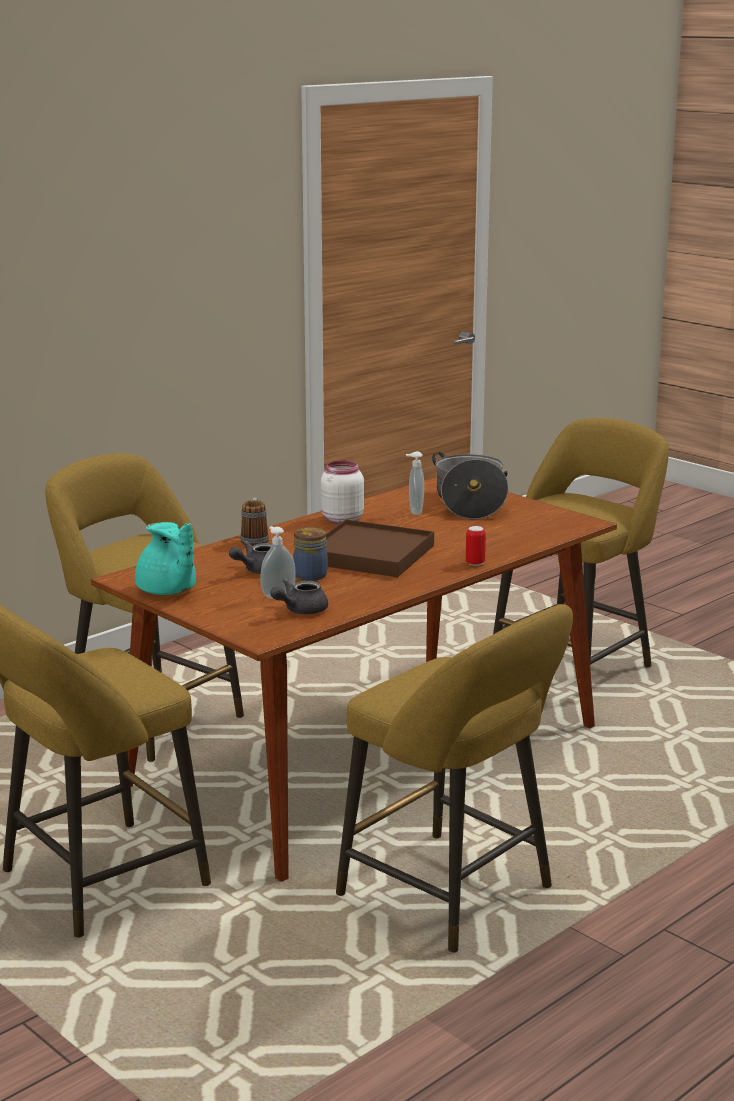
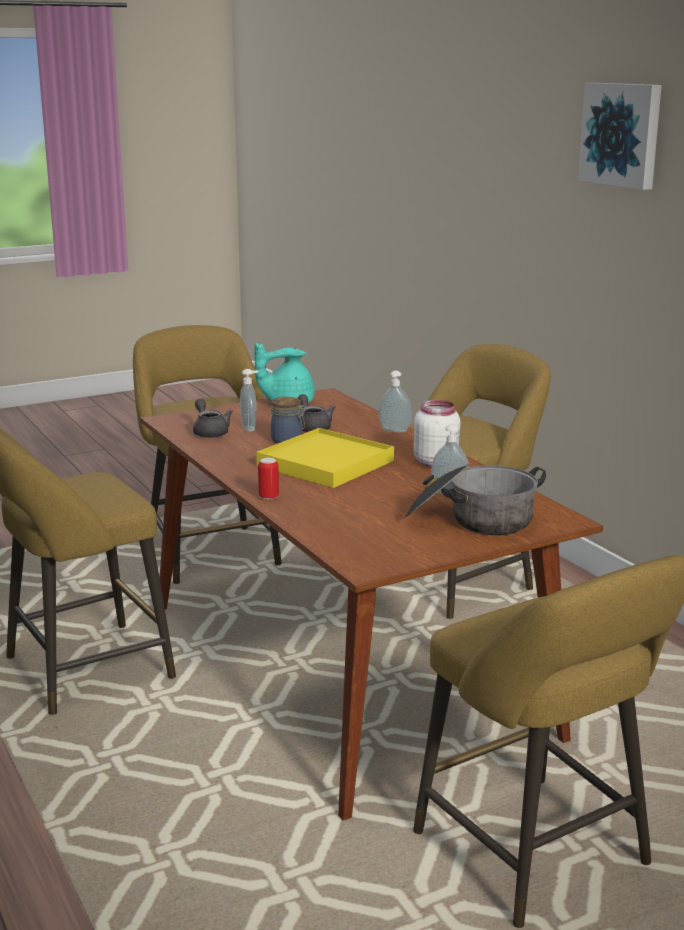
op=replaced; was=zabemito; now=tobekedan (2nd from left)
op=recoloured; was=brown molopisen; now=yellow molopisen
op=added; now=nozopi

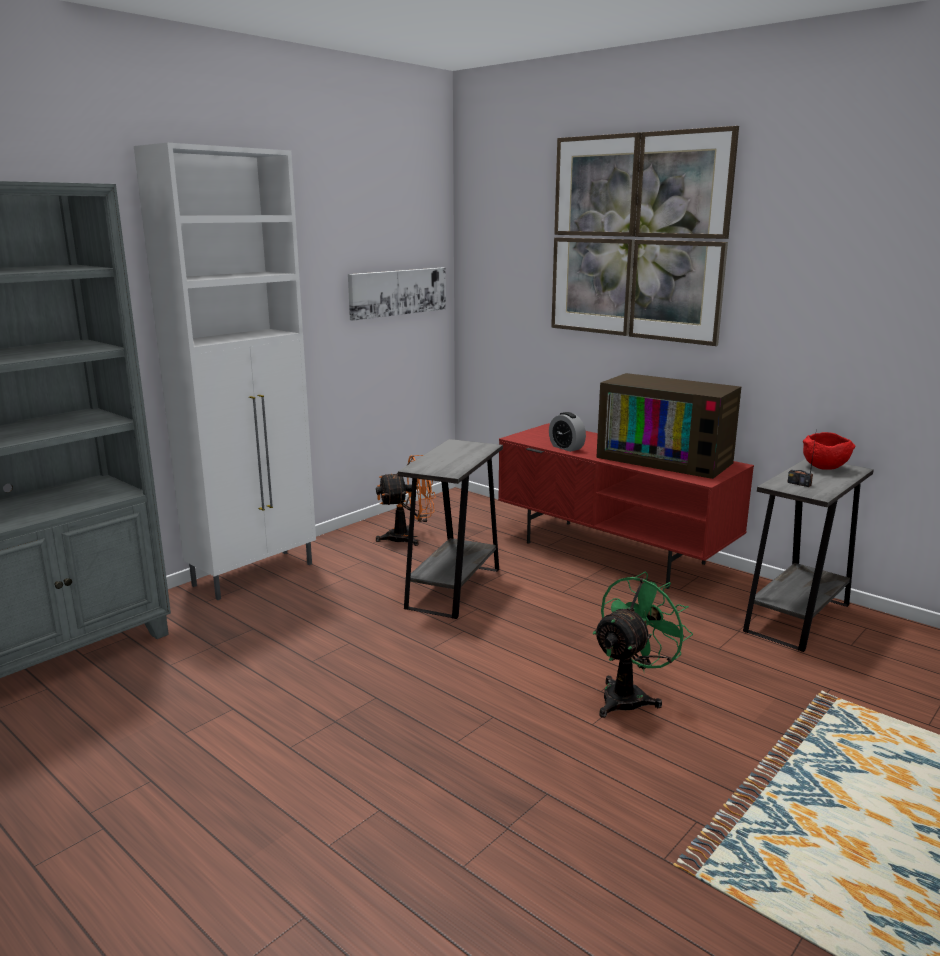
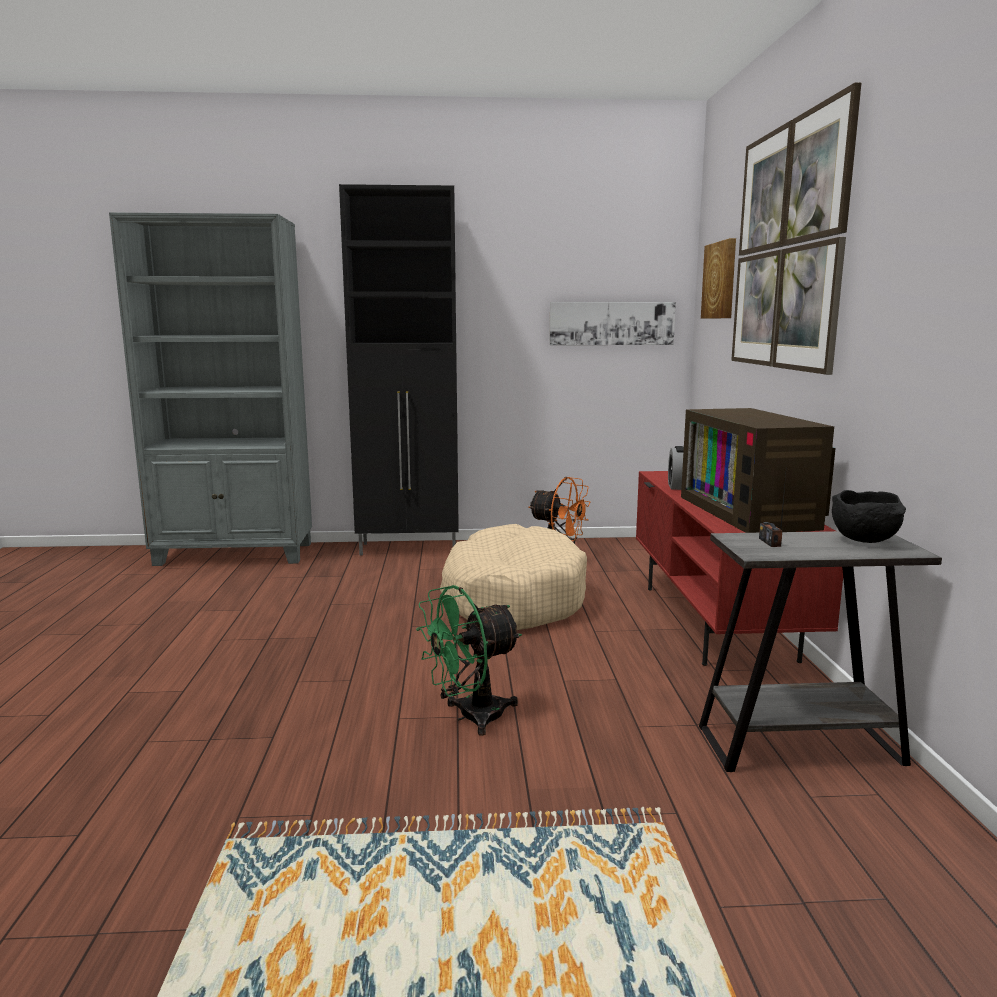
op=recoloured; was=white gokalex; now=black gokalex
op=recoloured; was=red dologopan; now=black dologopan
op=replaced; was=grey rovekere (1st from left); now=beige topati
op=turned; was=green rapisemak; clockwise=150
op=added; now=nozopi (2nd from left)

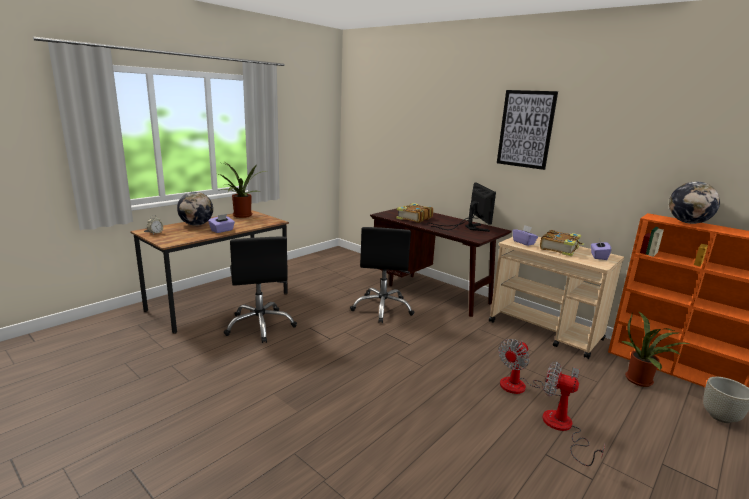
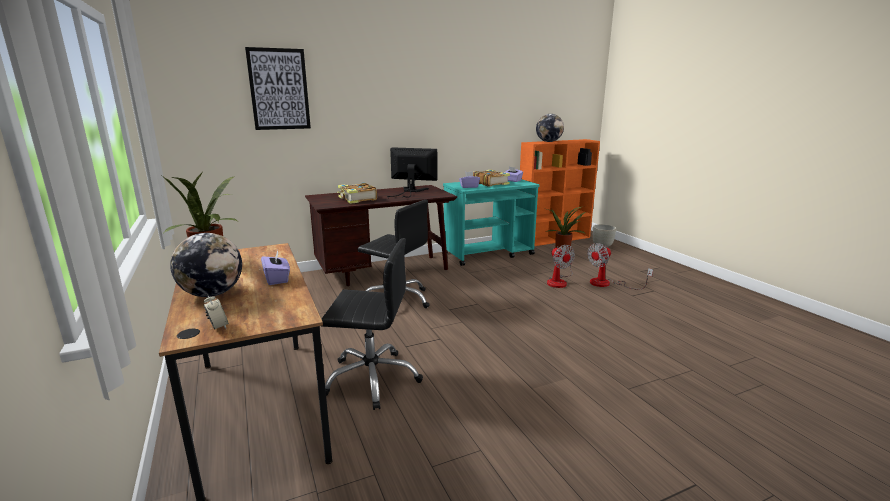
op=moved; was=nozopi
op=recoloured; was=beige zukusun; now=turquoise zukusun

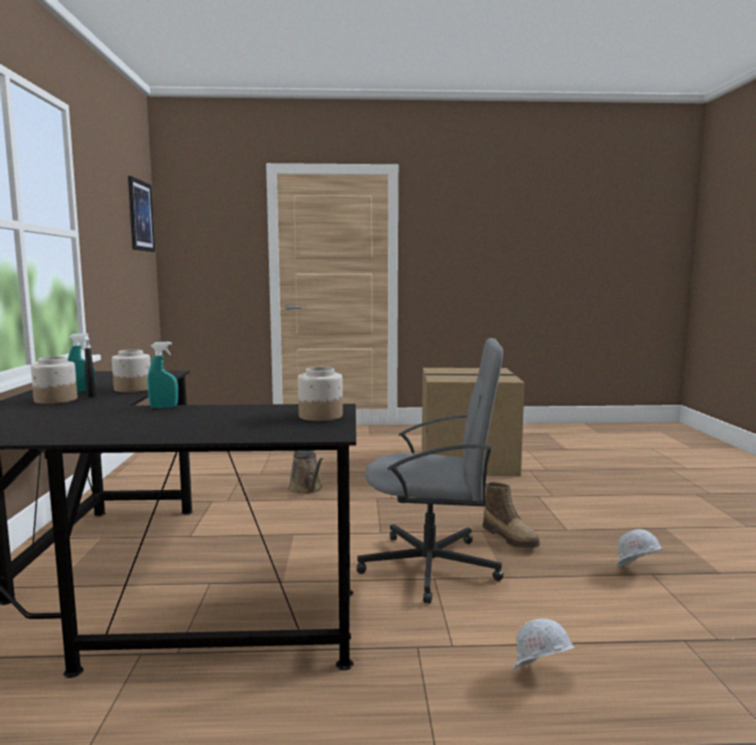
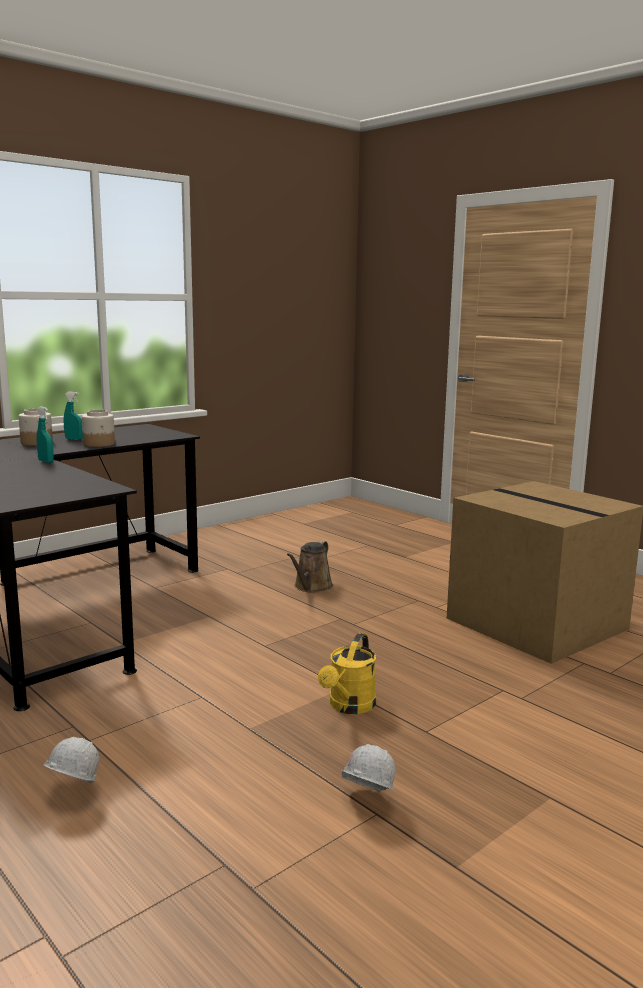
op=removed; was=nozopi
op=removed; was=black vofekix
op=removed; was=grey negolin
op=removed; was=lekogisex (3rd from left)
op=replaced; was=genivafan; now=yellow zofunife

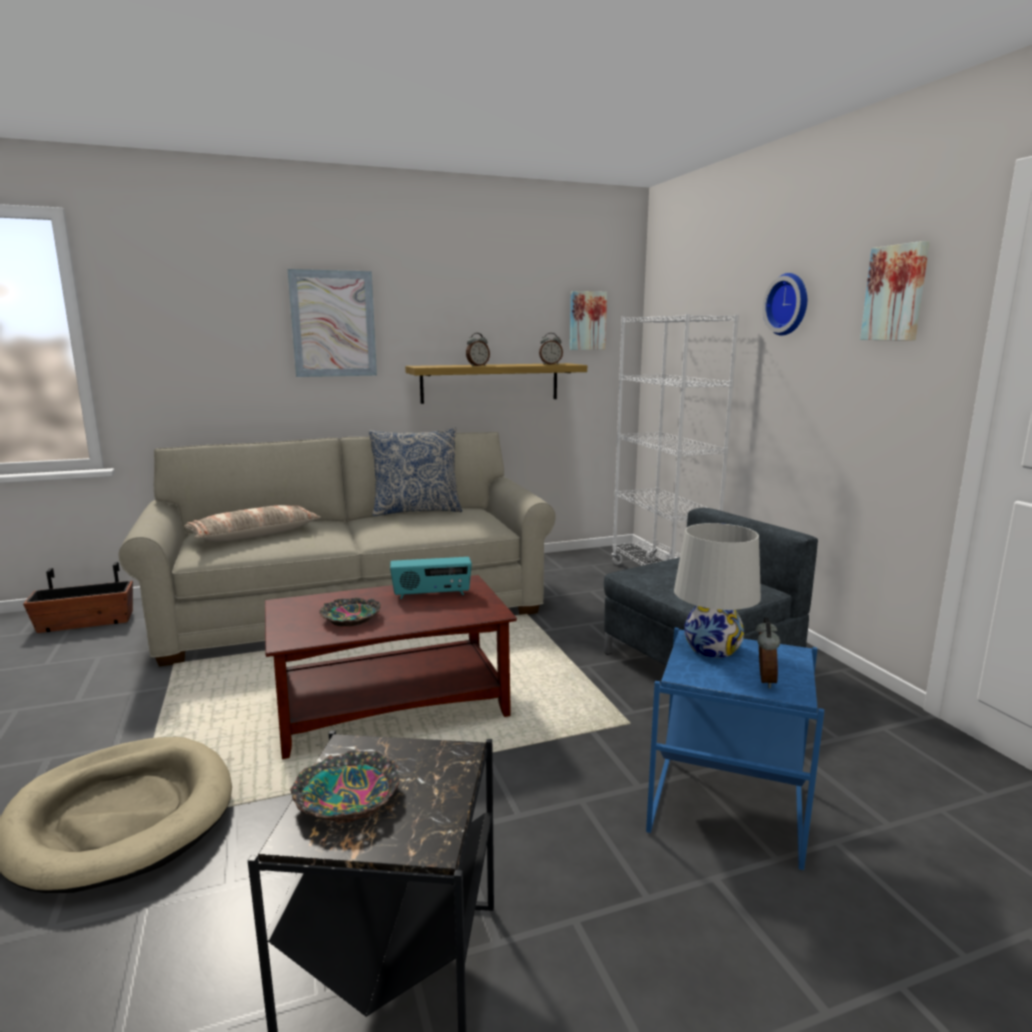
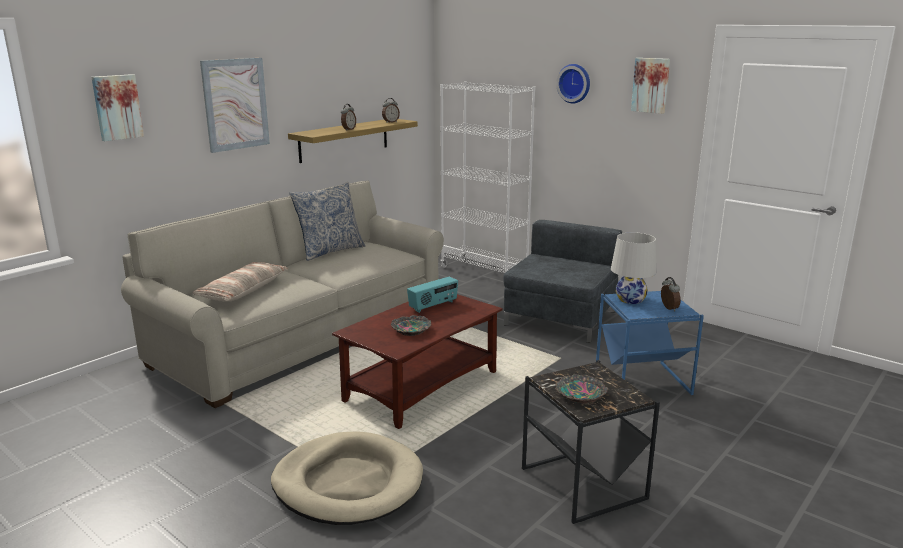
op=moved; was=nozopi (2nd from left in the first image); now=nozopi (1st from left)
op=removed; was=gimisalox

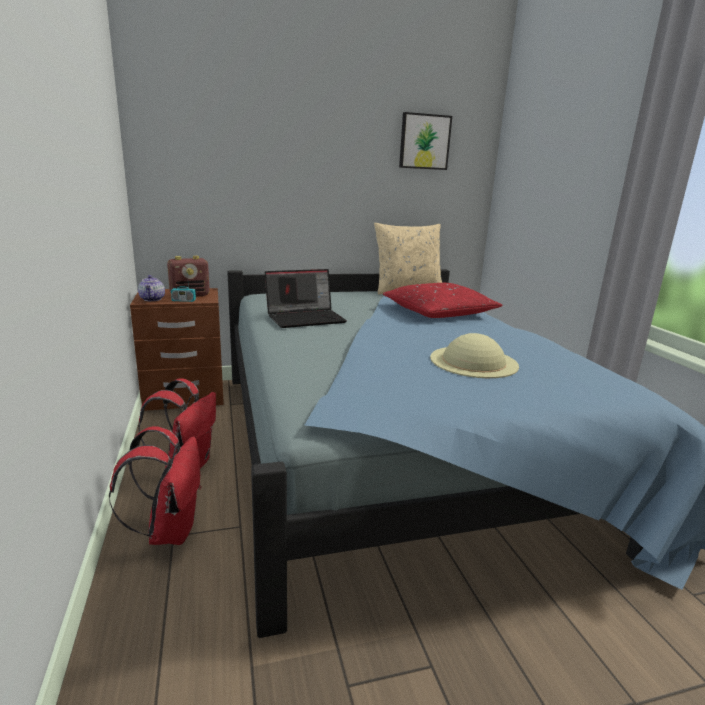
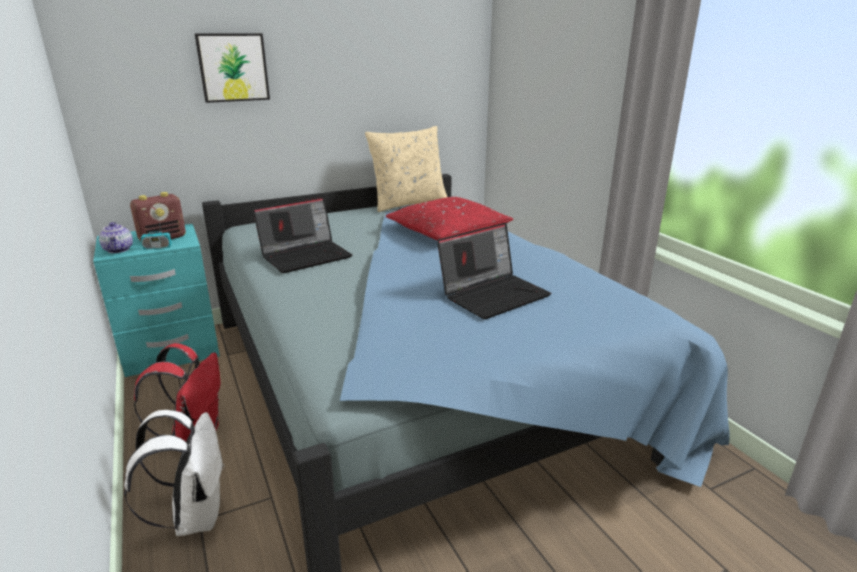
op=moved; was=nozopi
op=recoloured; was=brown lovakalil; now=turquoise lovakalil
op=replaced; was=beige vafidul; now=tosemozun (2nd from left)
op=recoloured; was=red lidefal (1st from left); now=white lidefal

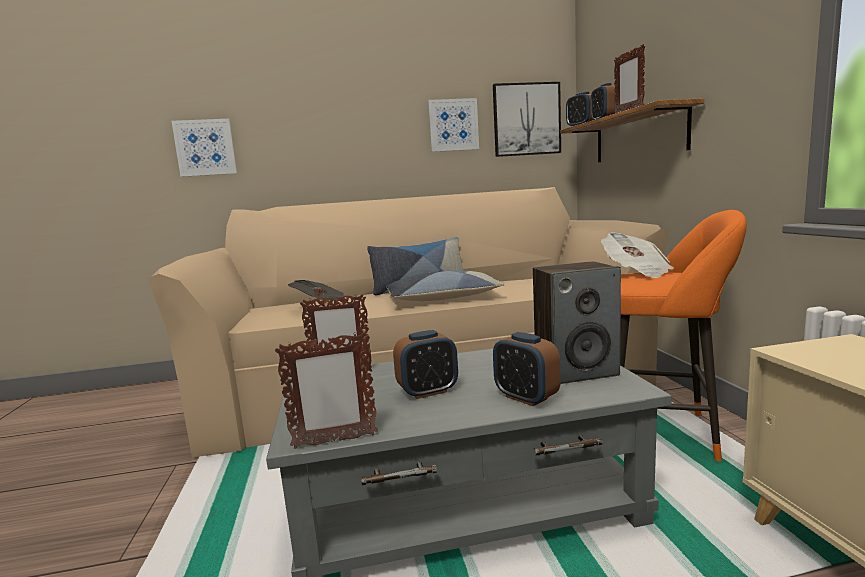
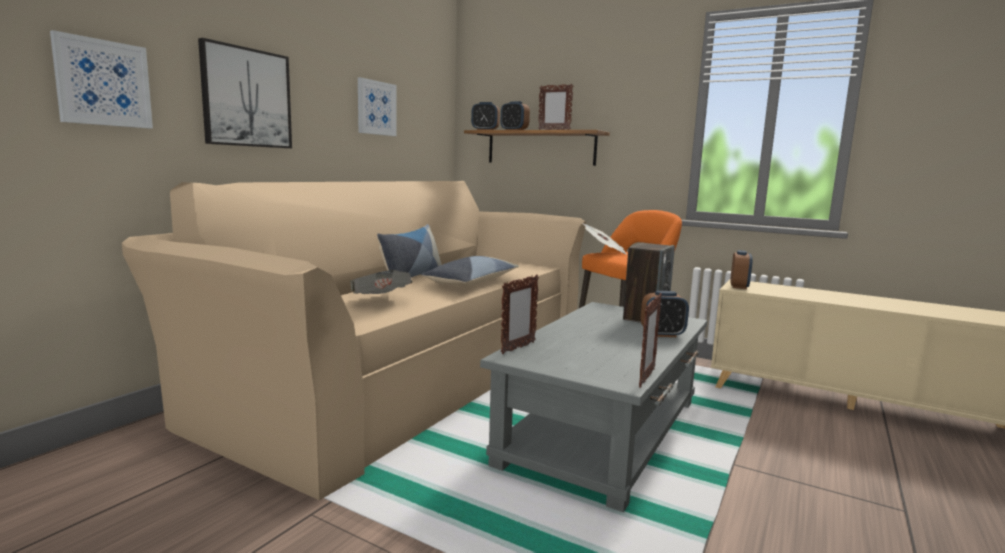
op=moved; was=nozopi (3rd from left in the first image); now=nozopi (2nd from left)
op=moved; was=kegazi (1st from left in the first image); now=kegazi (4th from left)

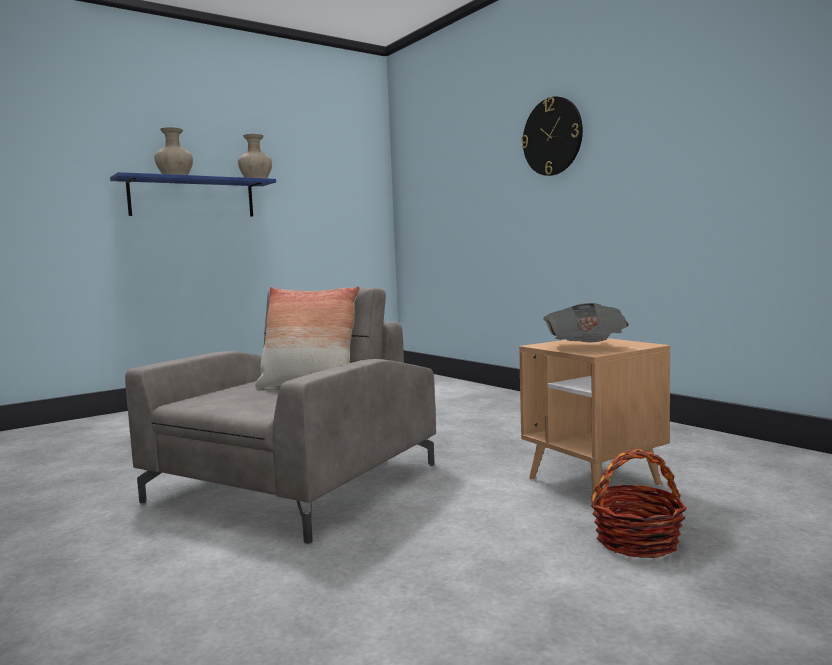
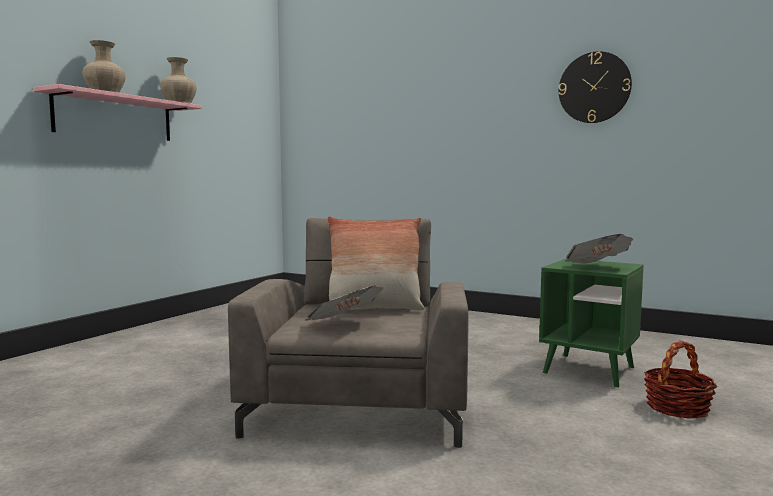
op=moved; was=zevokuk
op=recoloured; was=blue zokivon; now=pink zokivon
op=recoloured; was=brown rovekere; now=green rovekere
op=added; now=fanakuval (1st from left)

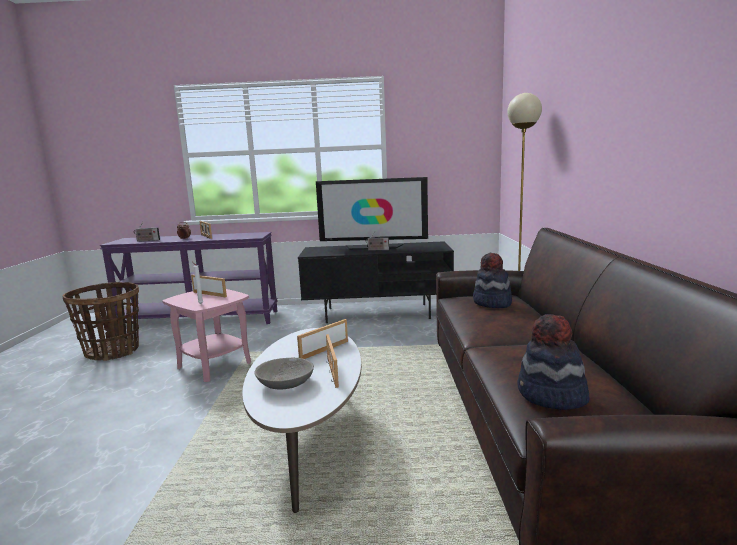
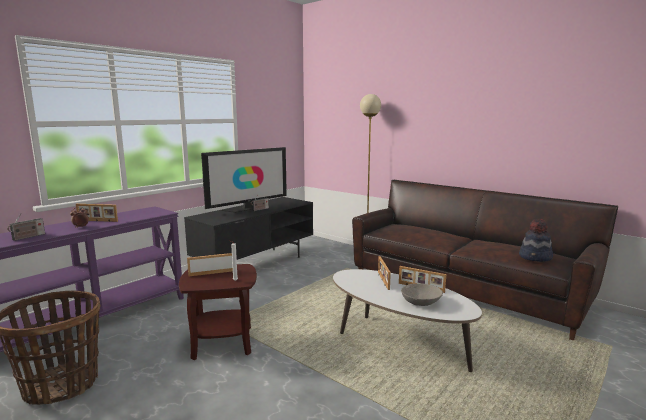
op=removed; was=vafidul (1st from left)
op=recoloured; was=pink rovekere; now=brown rovekere

